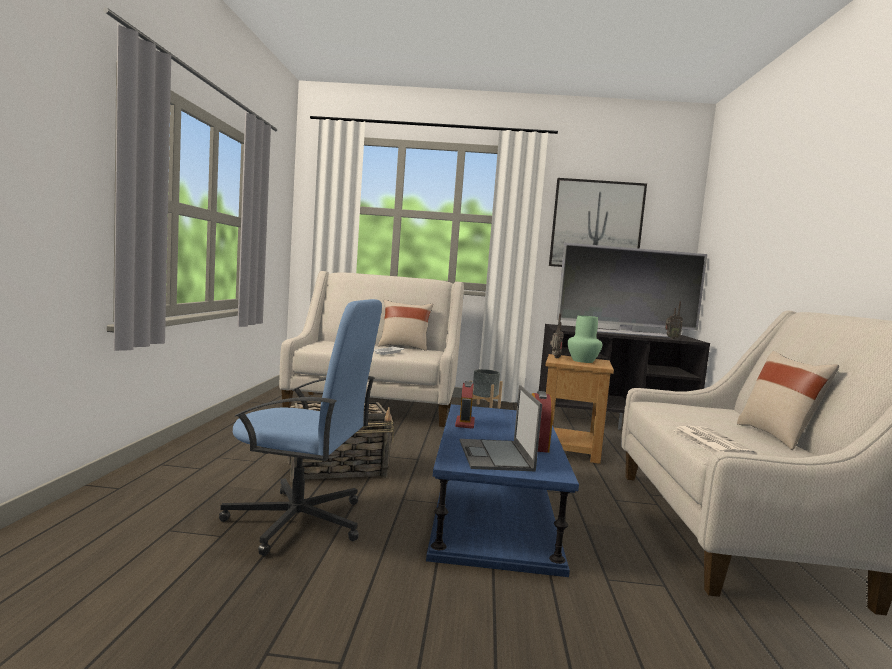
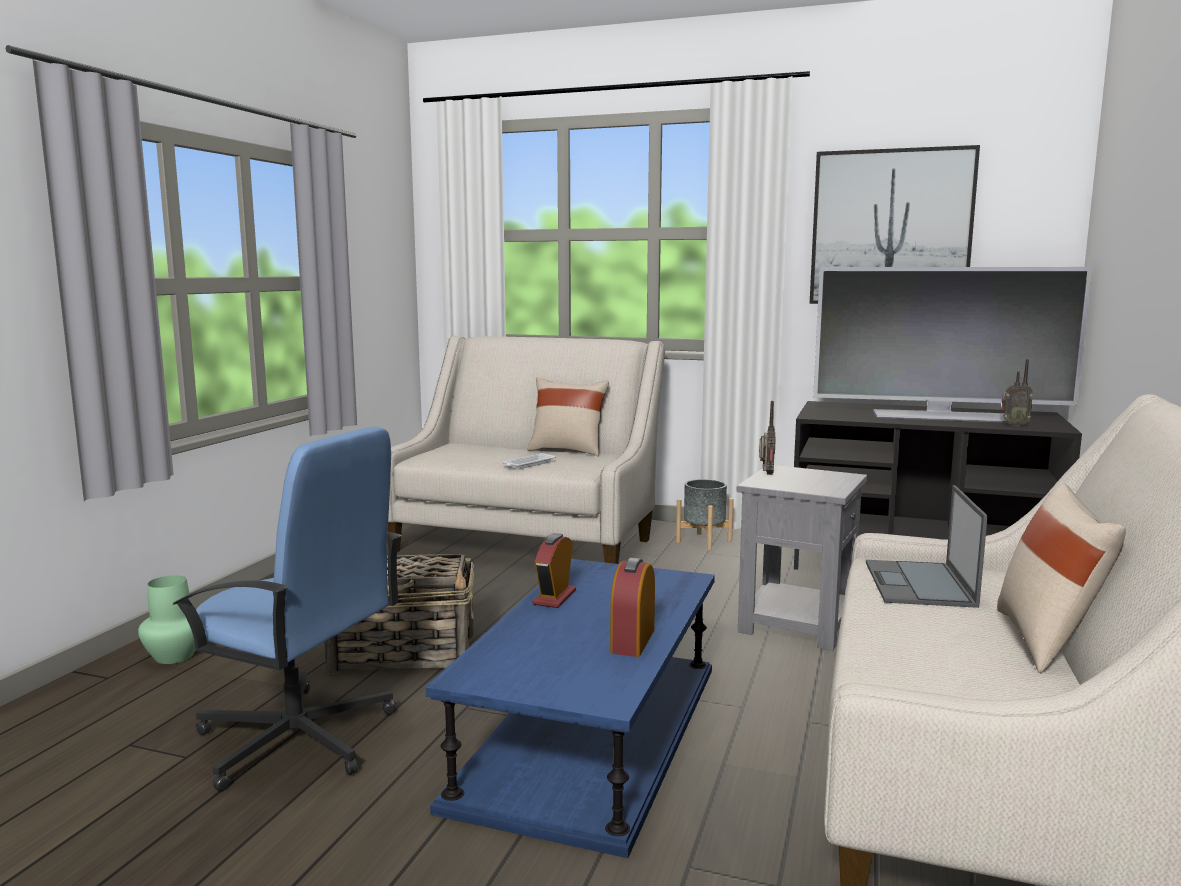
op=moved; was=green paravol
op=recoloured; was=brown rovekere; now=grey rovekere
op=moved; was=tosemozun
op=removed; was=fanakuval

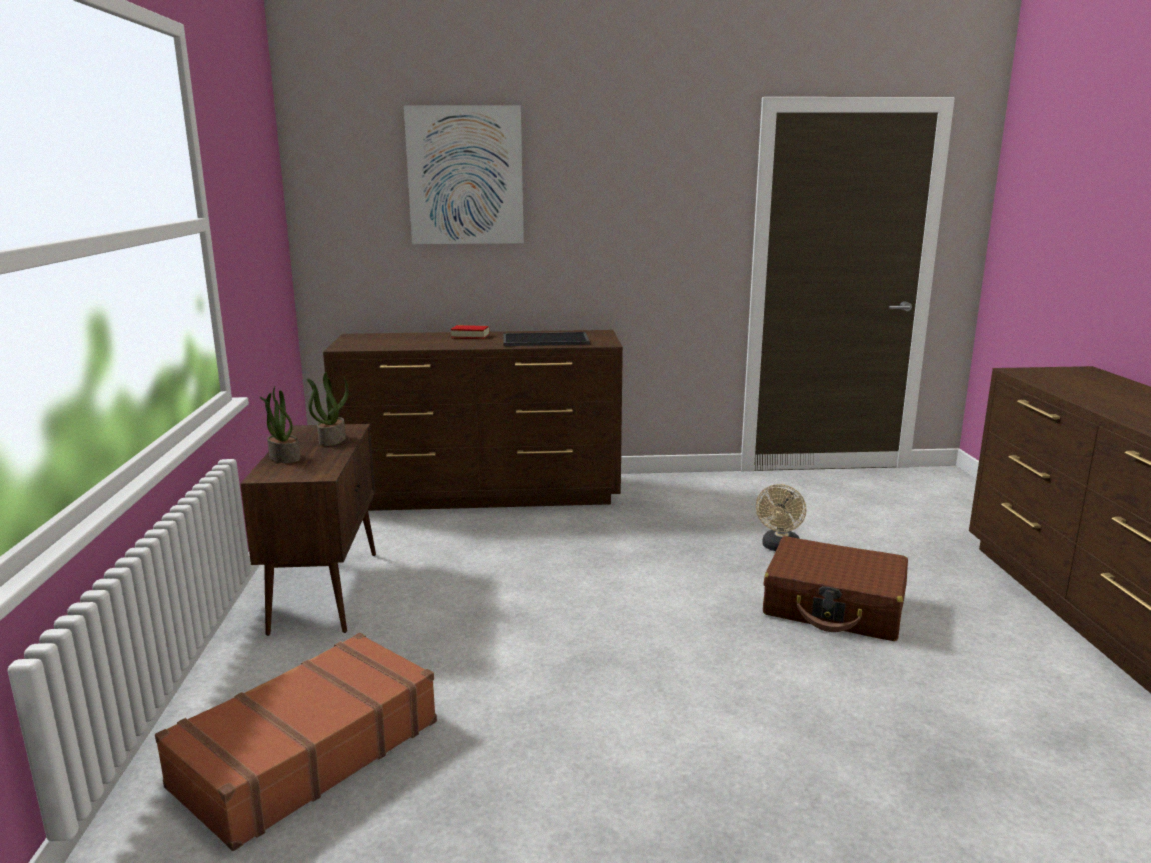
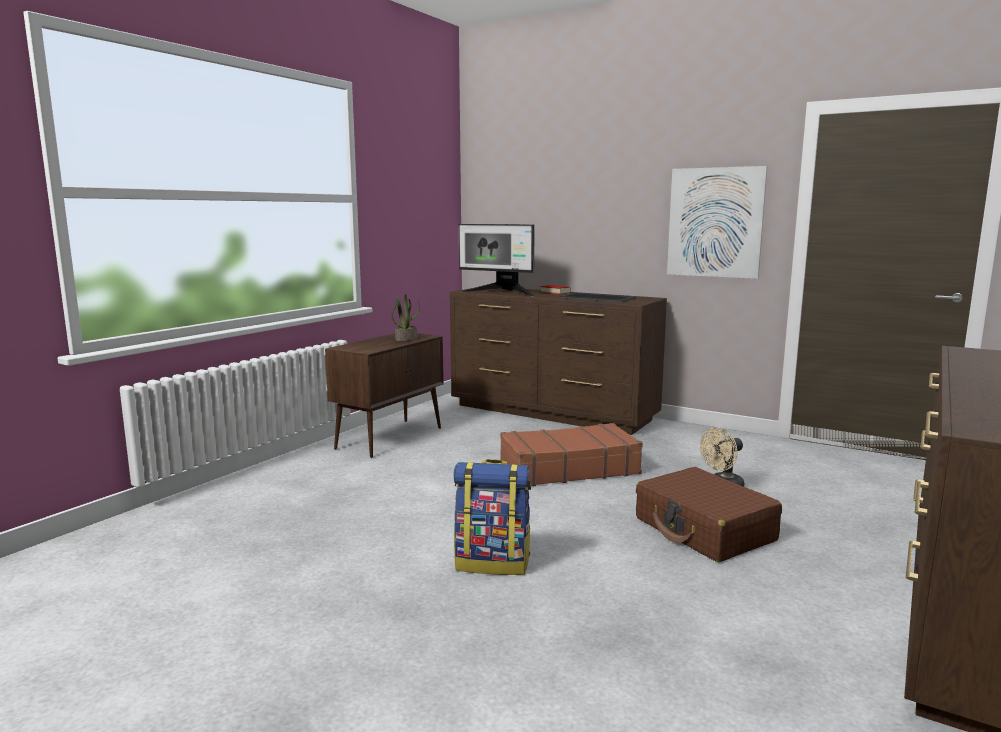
op=moved; was=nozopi
op=removed; was=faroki (1st from left)
op=moved; was=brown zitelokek (1st from left)
op=added; now=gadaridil
op=added; now=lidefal

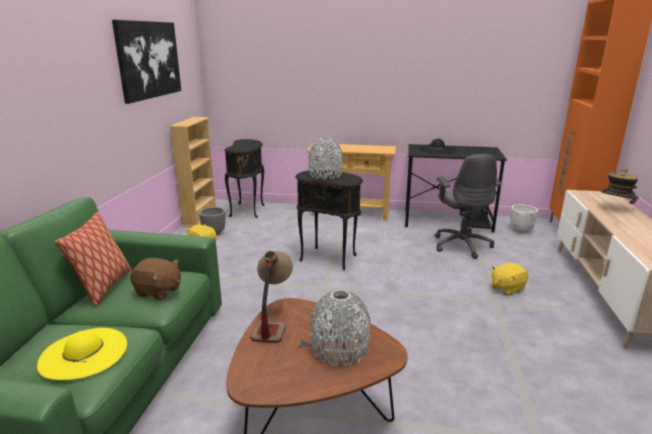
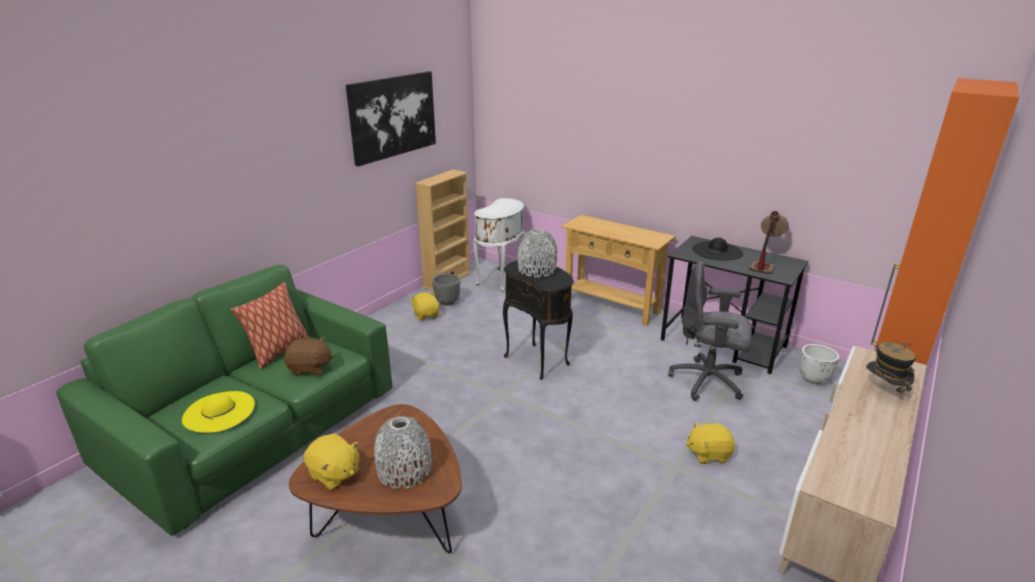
op=recoloured; was=black rovekere (1st from left); now=white rovekere
op=turned; was=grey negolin; clockwise=90
op=moved; was=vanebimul
op=turned; was=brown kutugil; clockwise=-45
op=added; now=yellow kutugil (1st from left)

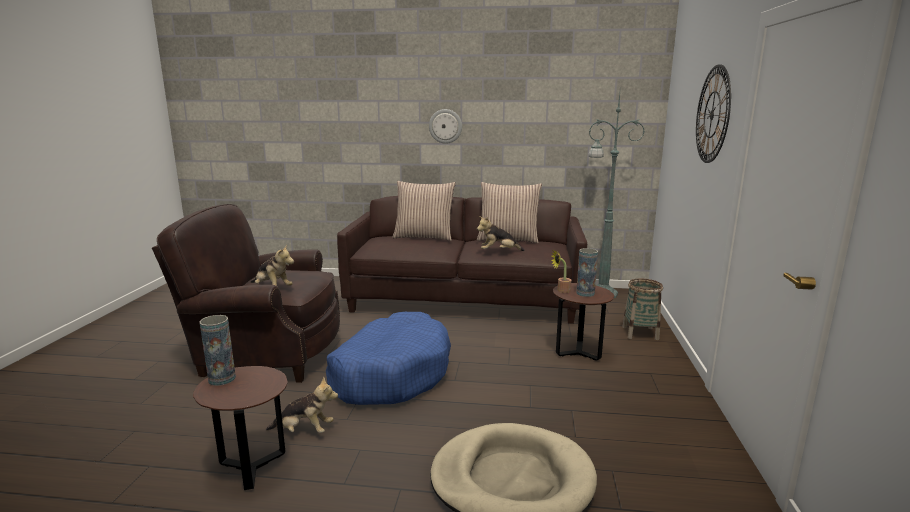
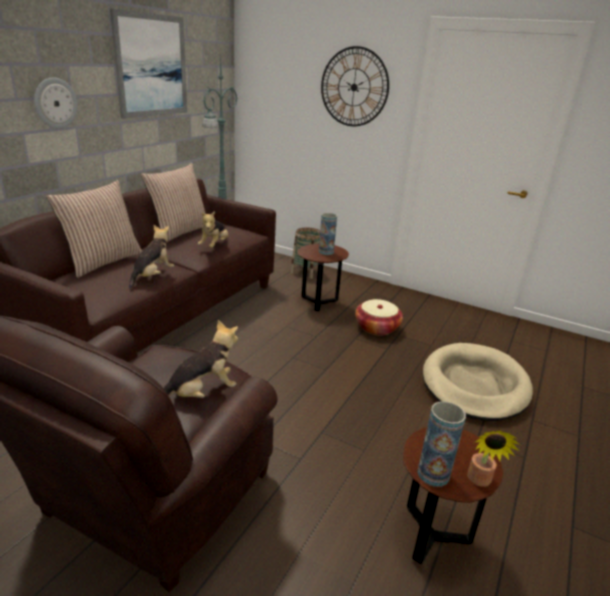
op=moved; was=faroki
op=removed; was=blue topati
op=moved; was=kutugil (2nd from left in the first image); now=kutugil (1st from left)
op=added; now=nozopi
op=added; now=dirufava (2nd from left)

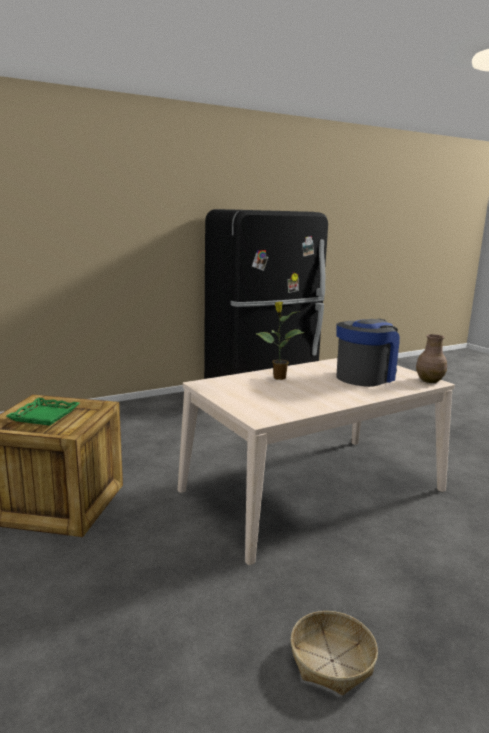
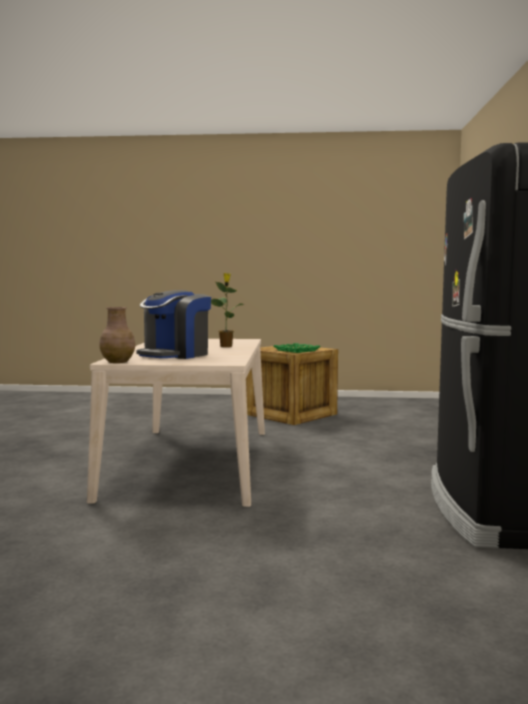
op=turned; was=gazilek; clockwise=45
op=removed; was=dirufava

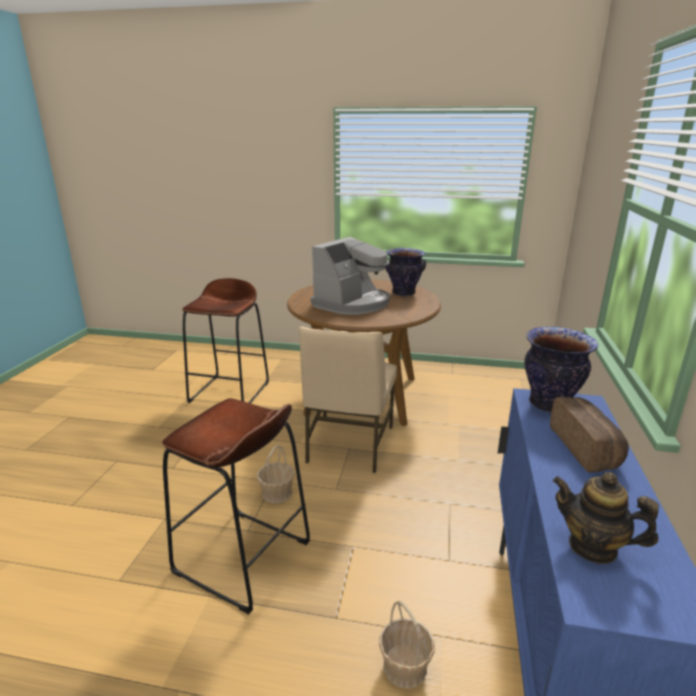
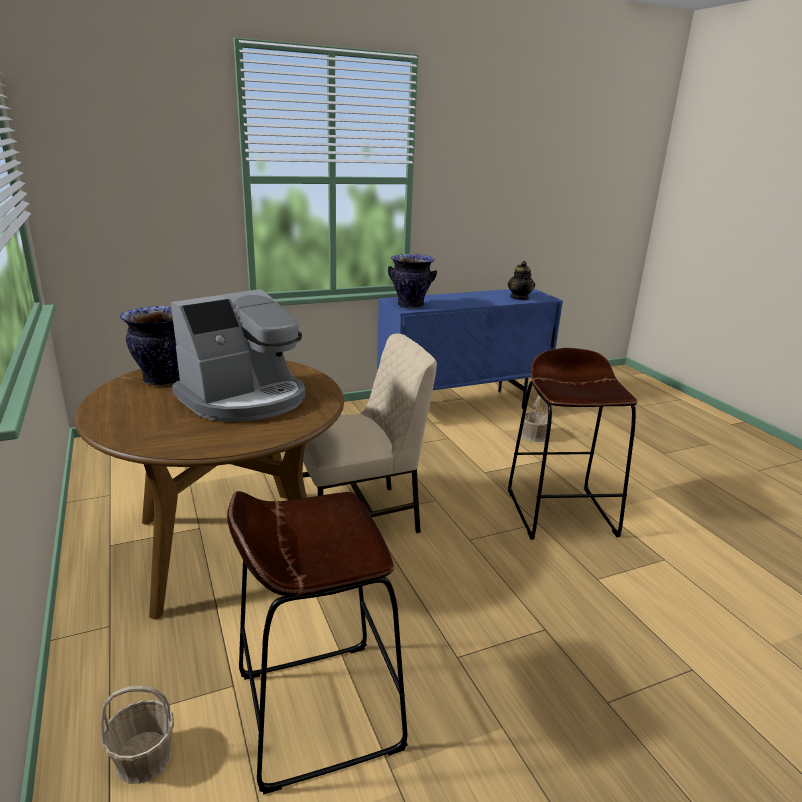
op=turned; was=gazilek; clockwise=135
op=removed; was=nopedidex
op=moved; was=dirufava (1st from left)

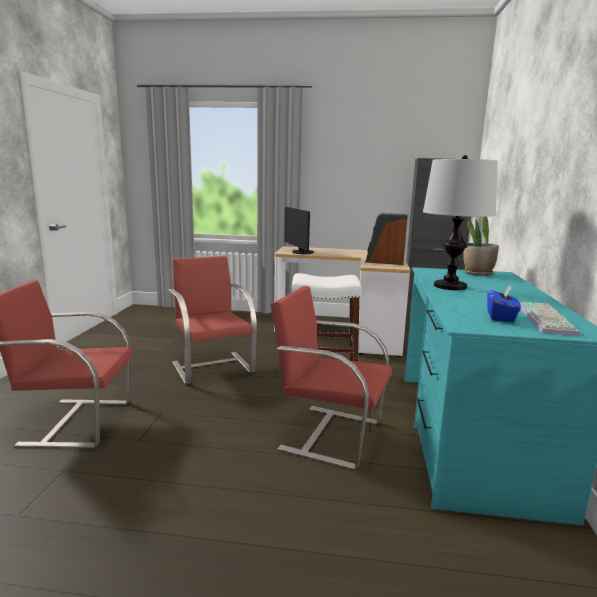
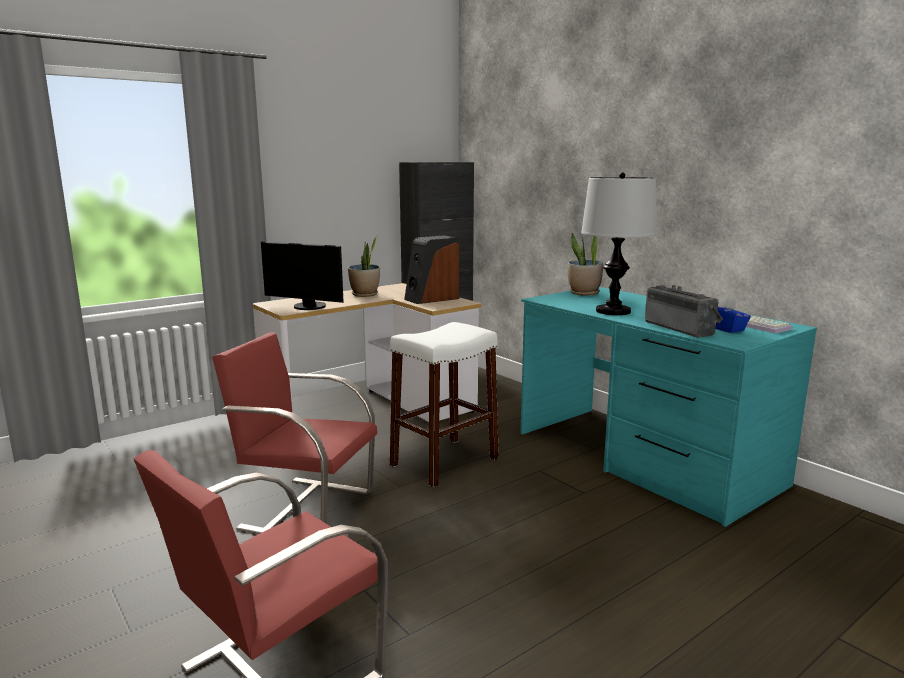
op=removed; was=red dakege (3rd from left)
op=added; now=faroki (1st from left)
op=added; now=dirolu

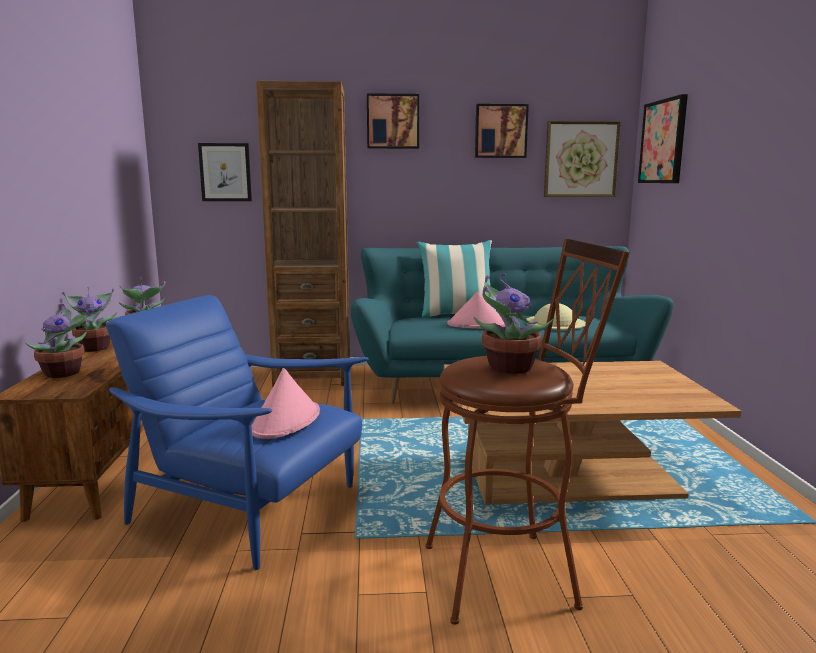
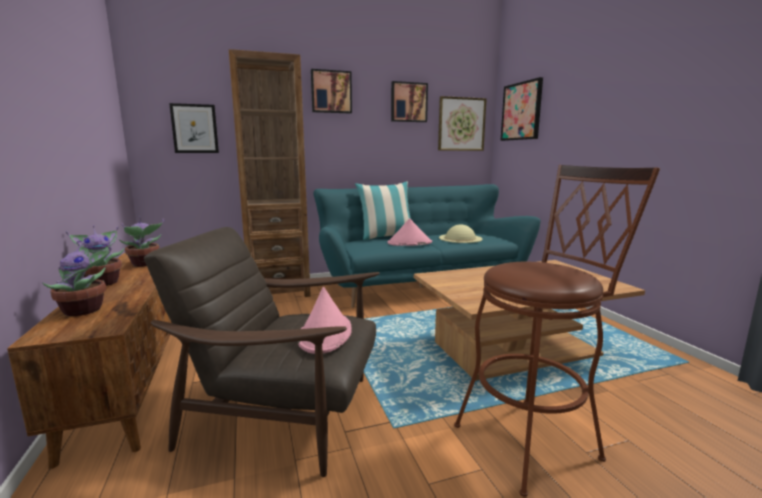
op=removed; was=faroki (4th from left)
op=recoloured; was=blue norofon; now=brown norofon

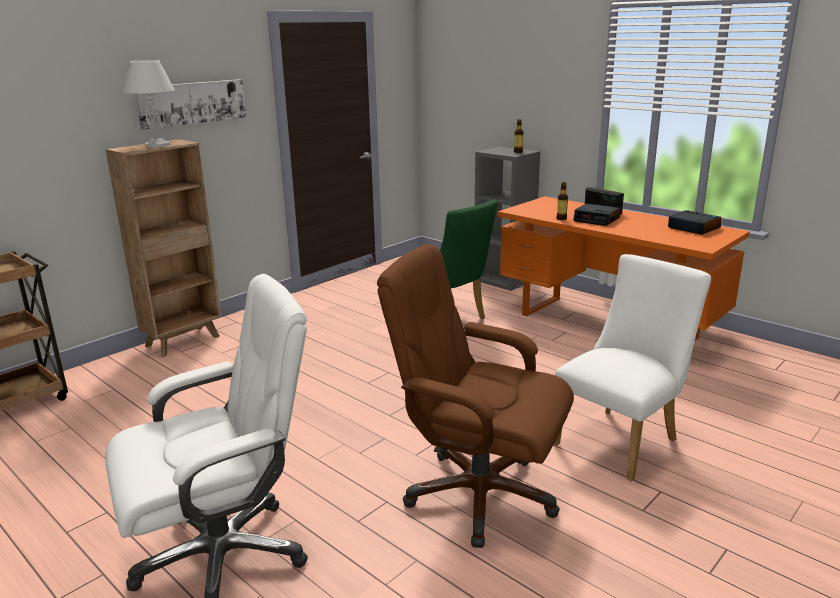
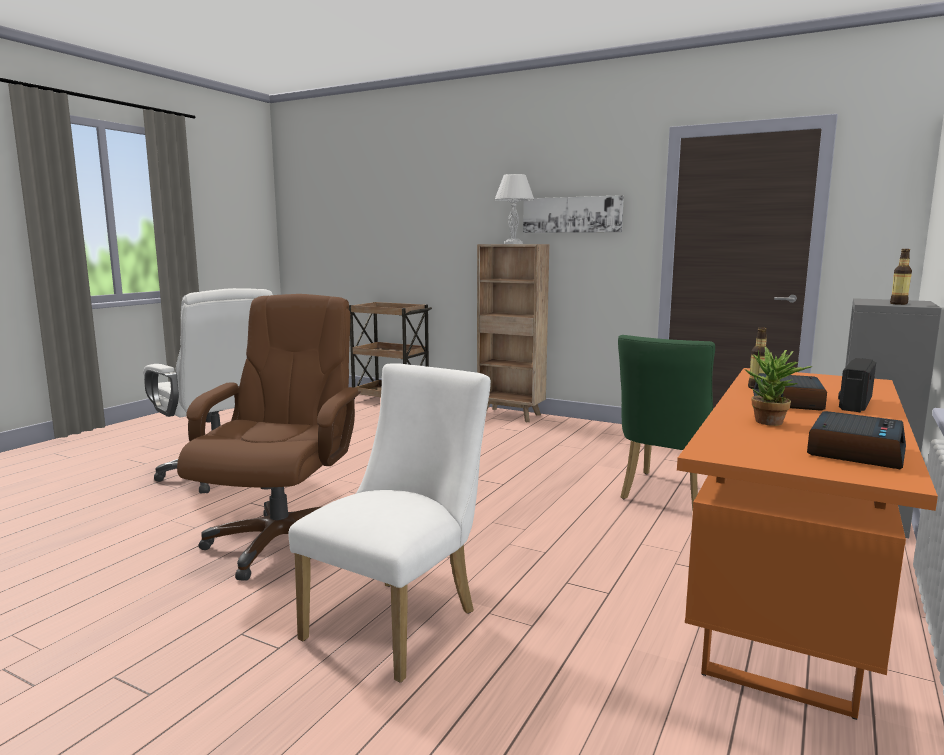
op=turned; was=white dakege; clockwise=-90
op=added; now=faroki

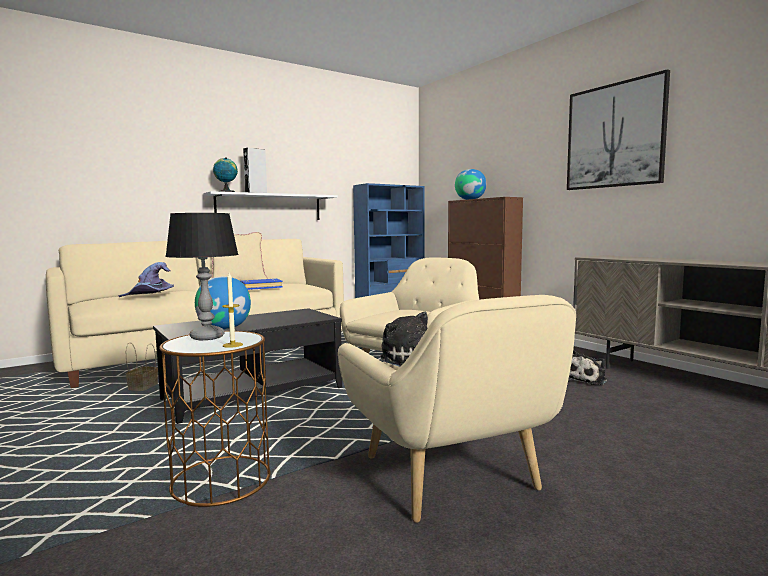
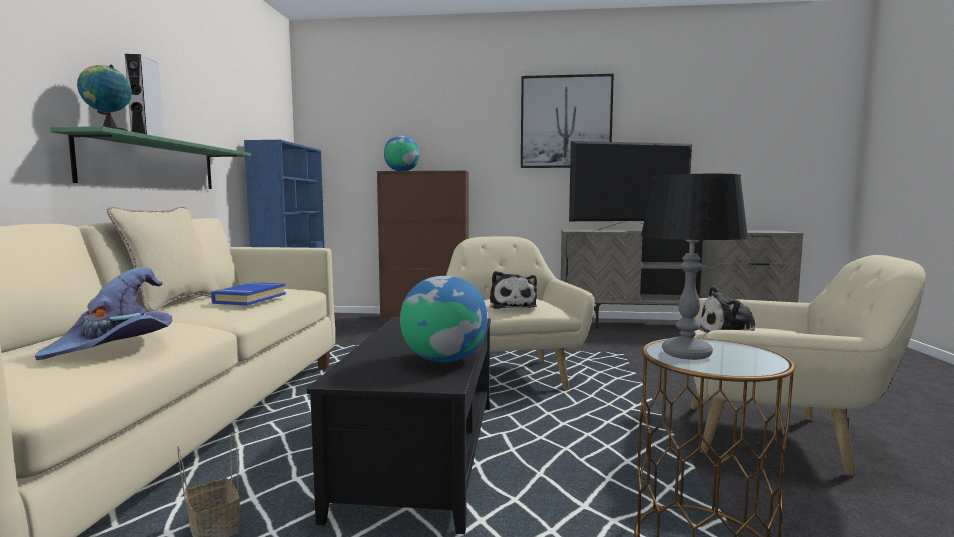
op=recoloured; was=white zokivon; now=green zokivon
op=removed; was=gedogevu
op=moved; was=kutugil (2nd from left in the first image); now=kutugil (1st from left)
op=added; now=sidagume

